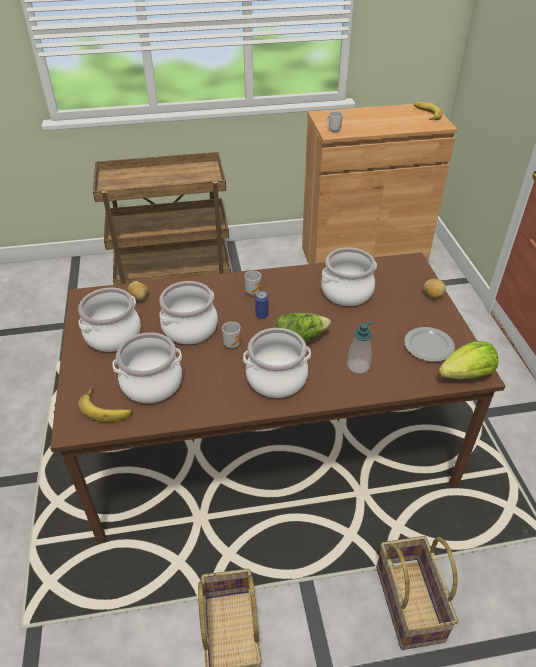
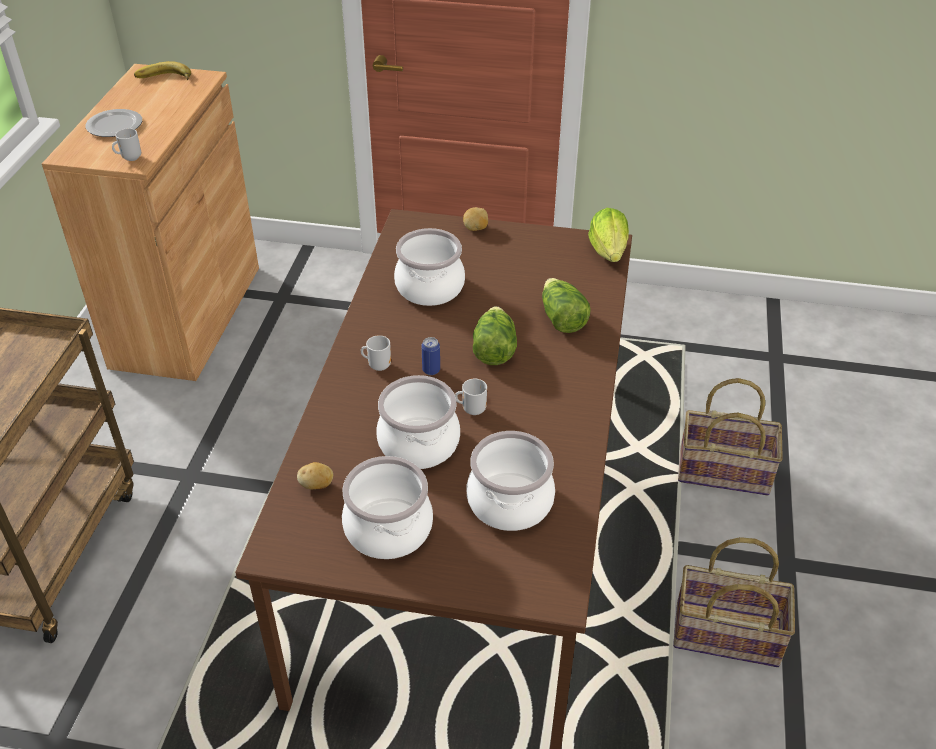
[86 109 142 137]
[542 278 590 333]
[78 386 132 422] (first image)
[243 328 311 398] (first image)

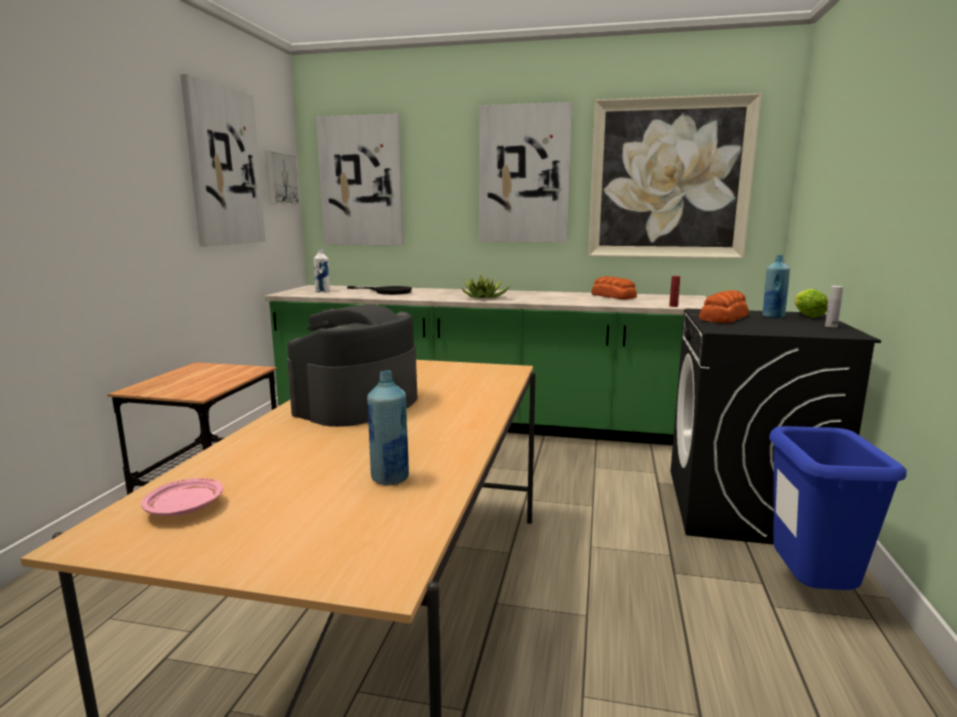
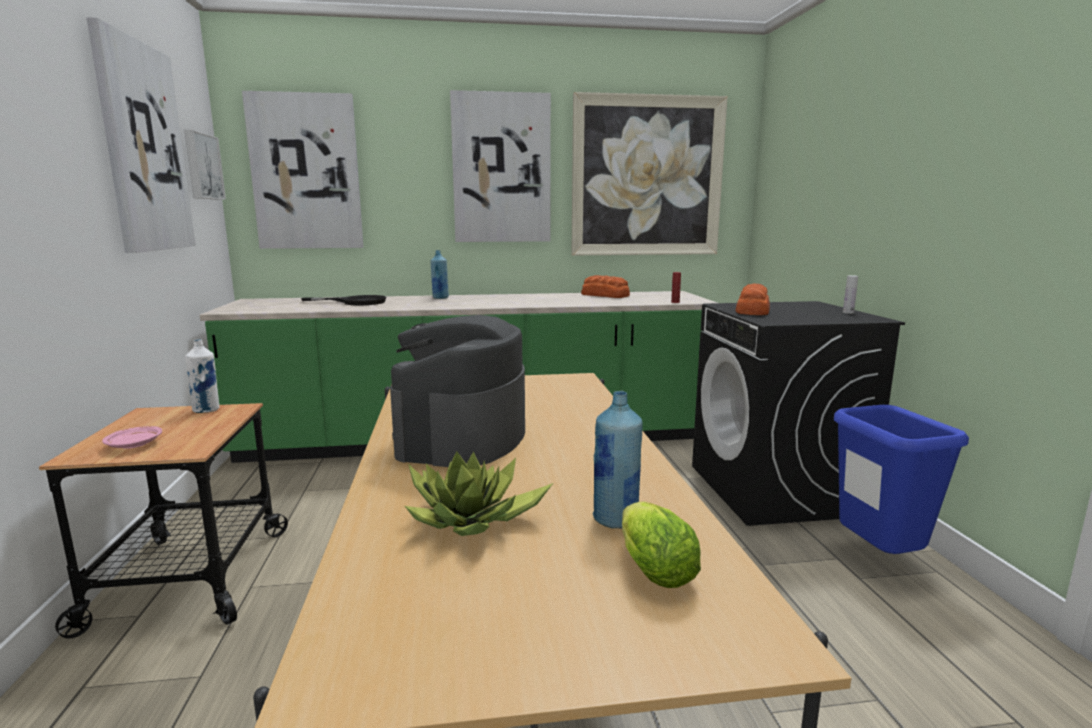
[102 426 162 449]
[185 339 220 413]
[405 451 553 536]
[430 250 449 299]
[622 501 701 588]

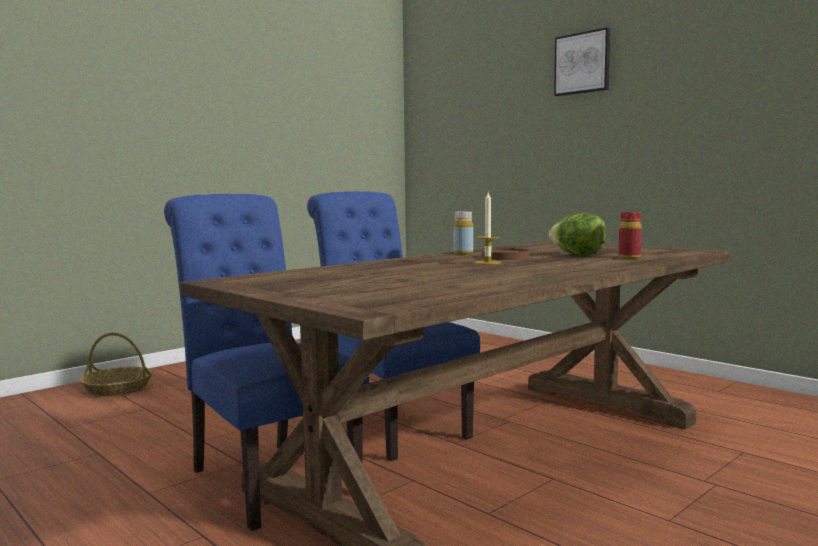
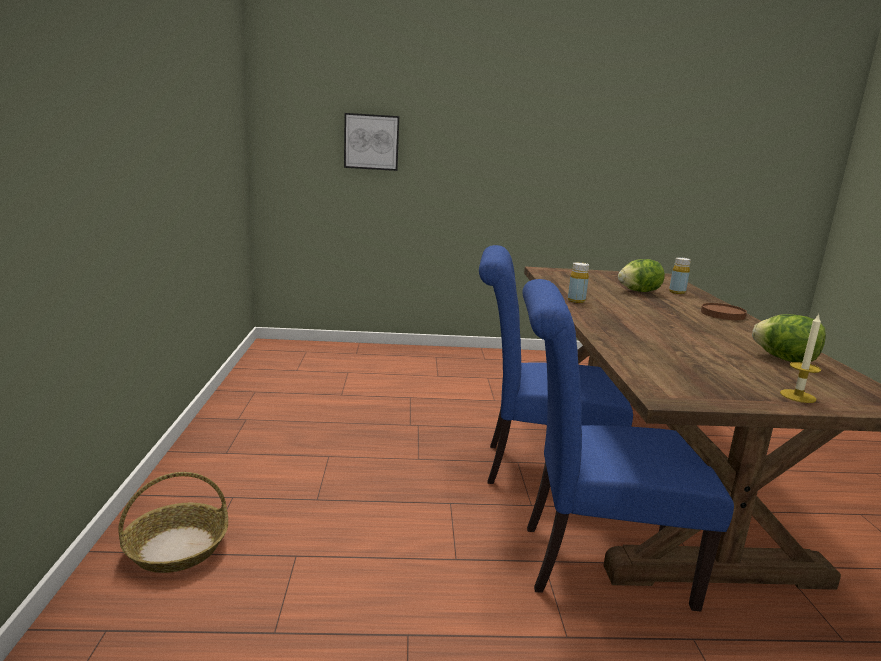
[344 113 399 171]
[669 257 691 294]
[701 303 747 320]
[752 314 826 362]
[780 314 821 403]

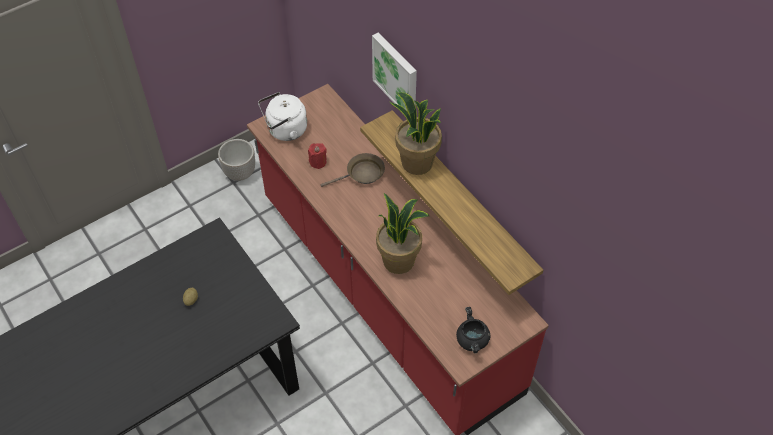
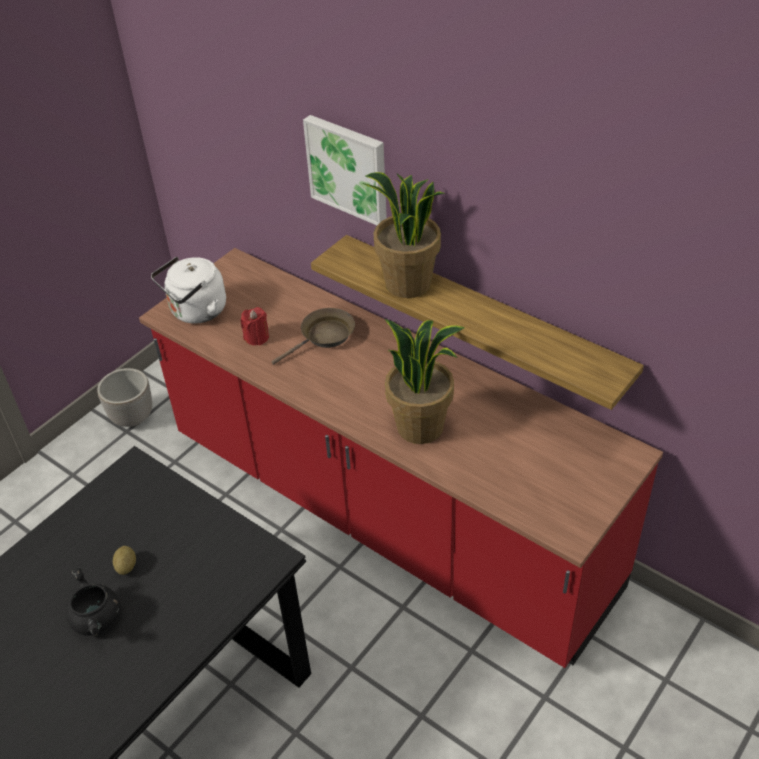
[66 568 121 636]

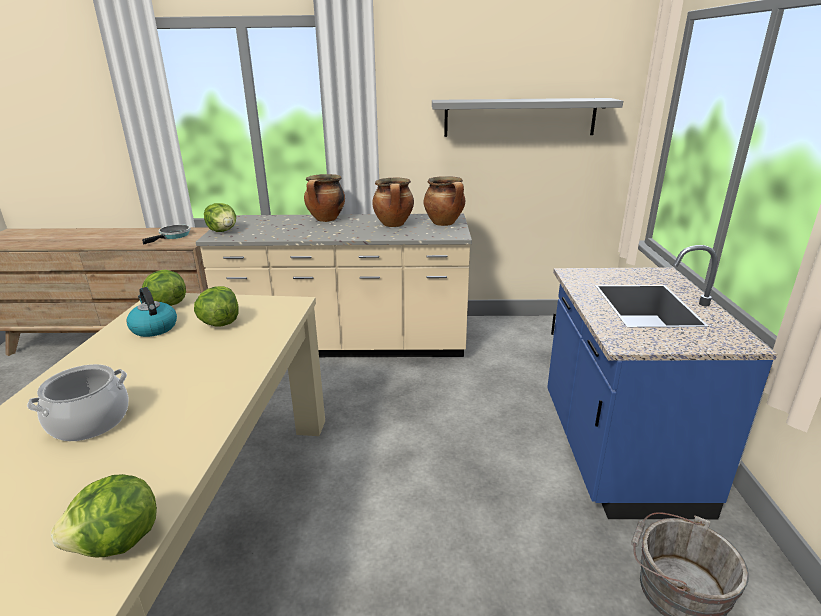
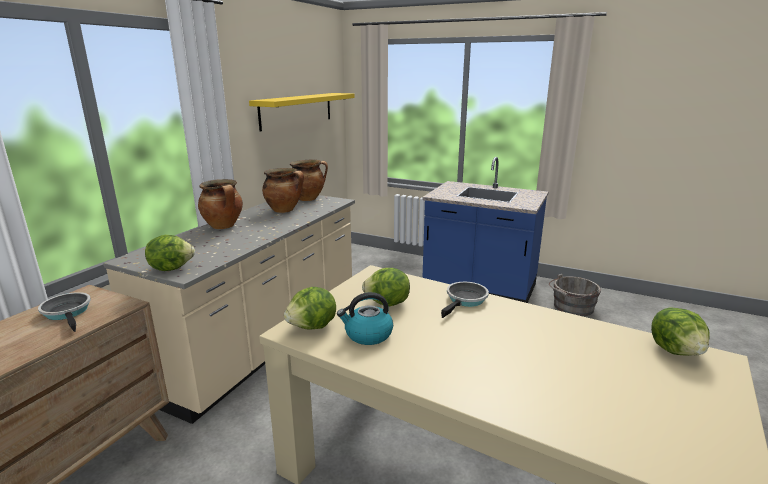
[249 93 355 132]
[441 282 489 318]
[27 364 129 441] (first image)

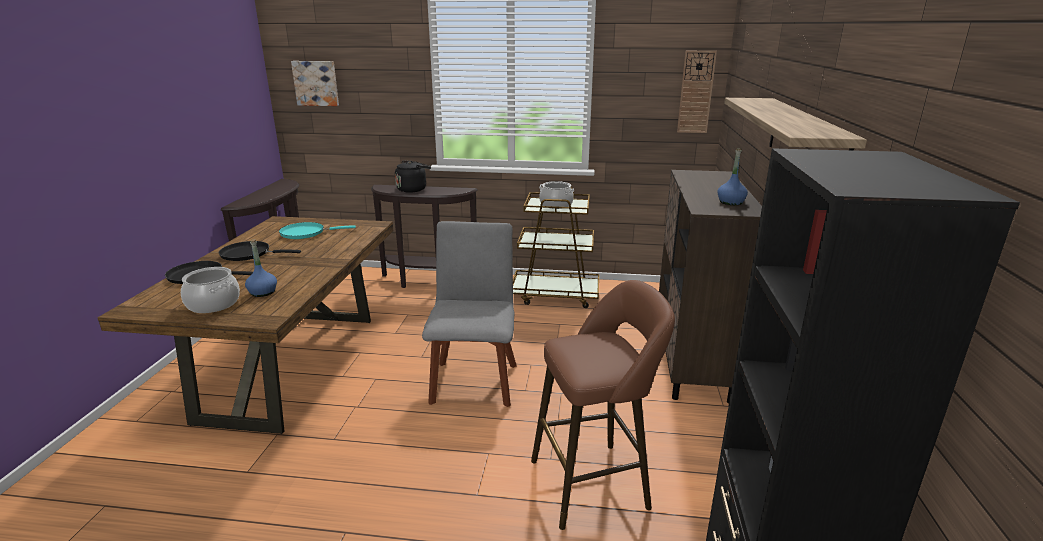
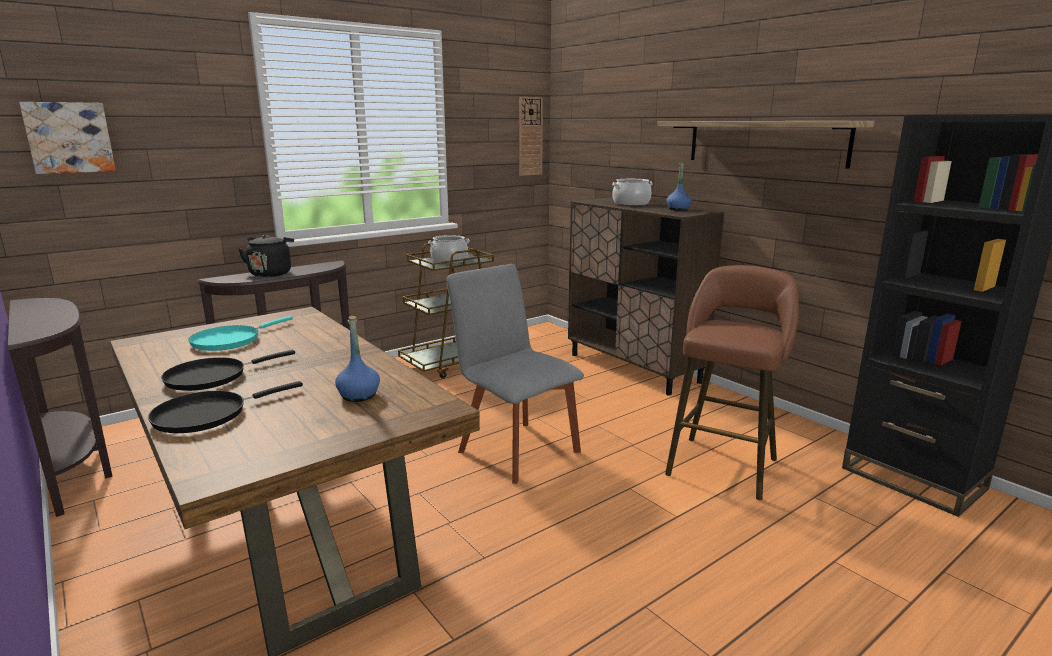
[612 179 653 206]

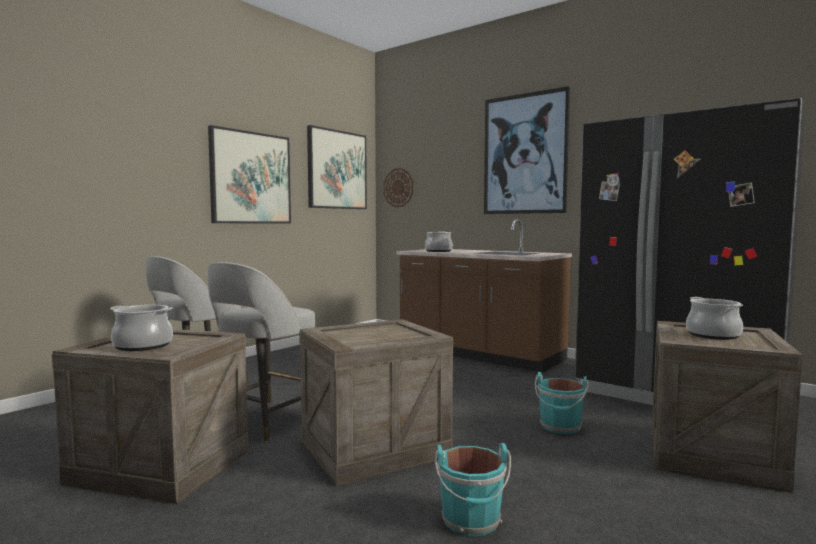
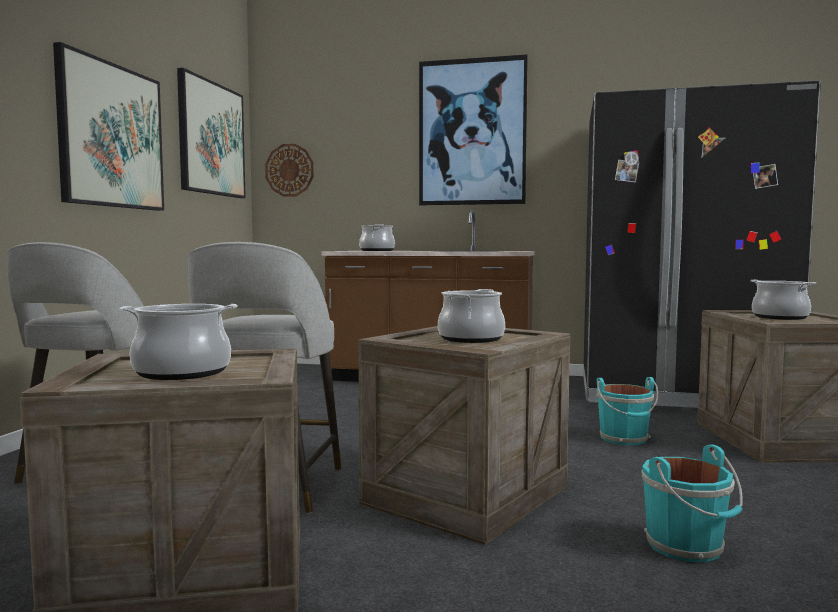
[438 289 505 343]

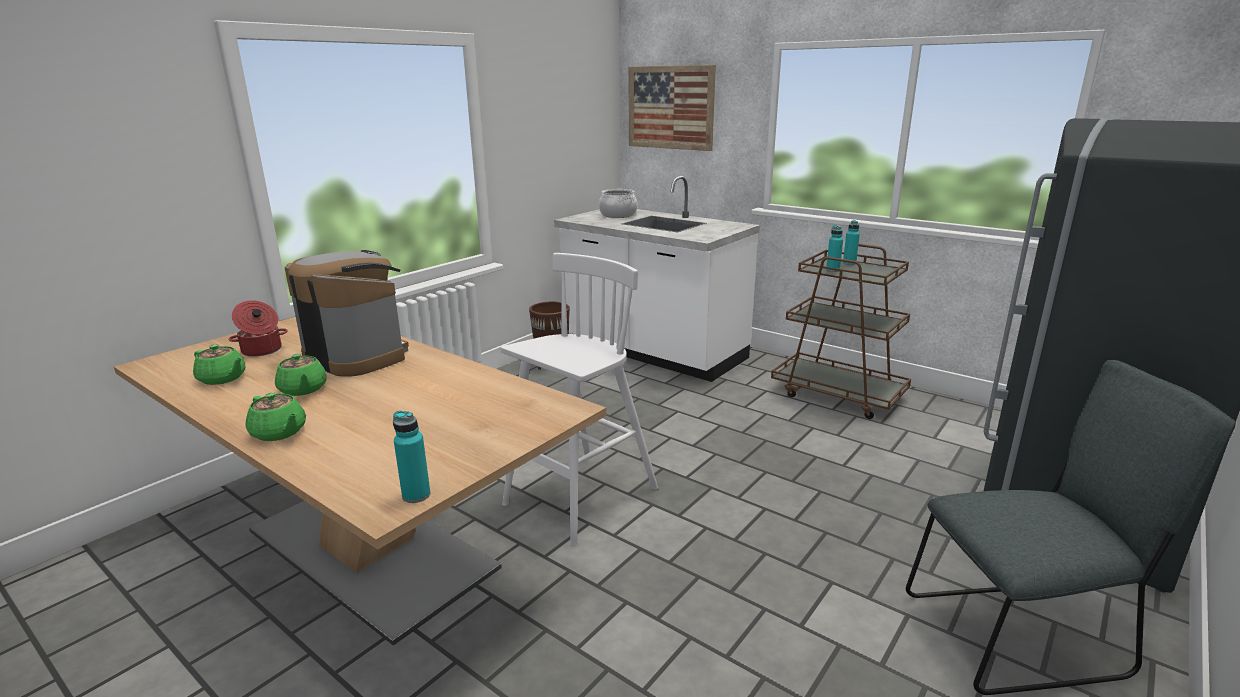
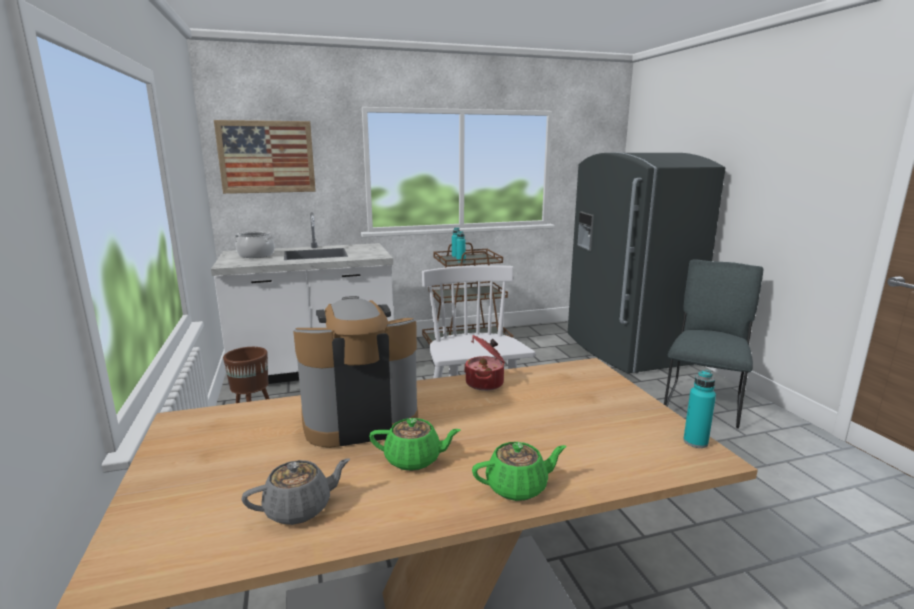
[241 458 350 525]
[464 335 505 391]

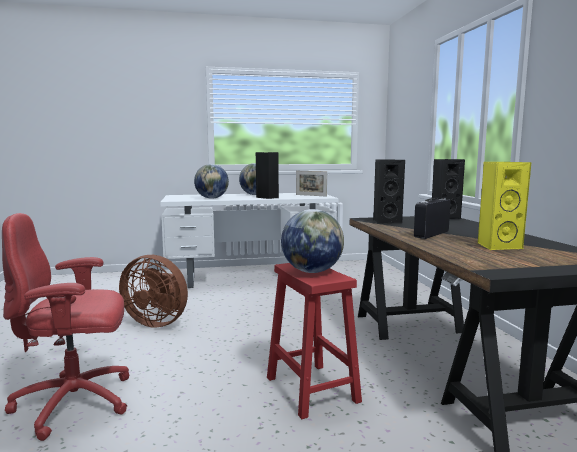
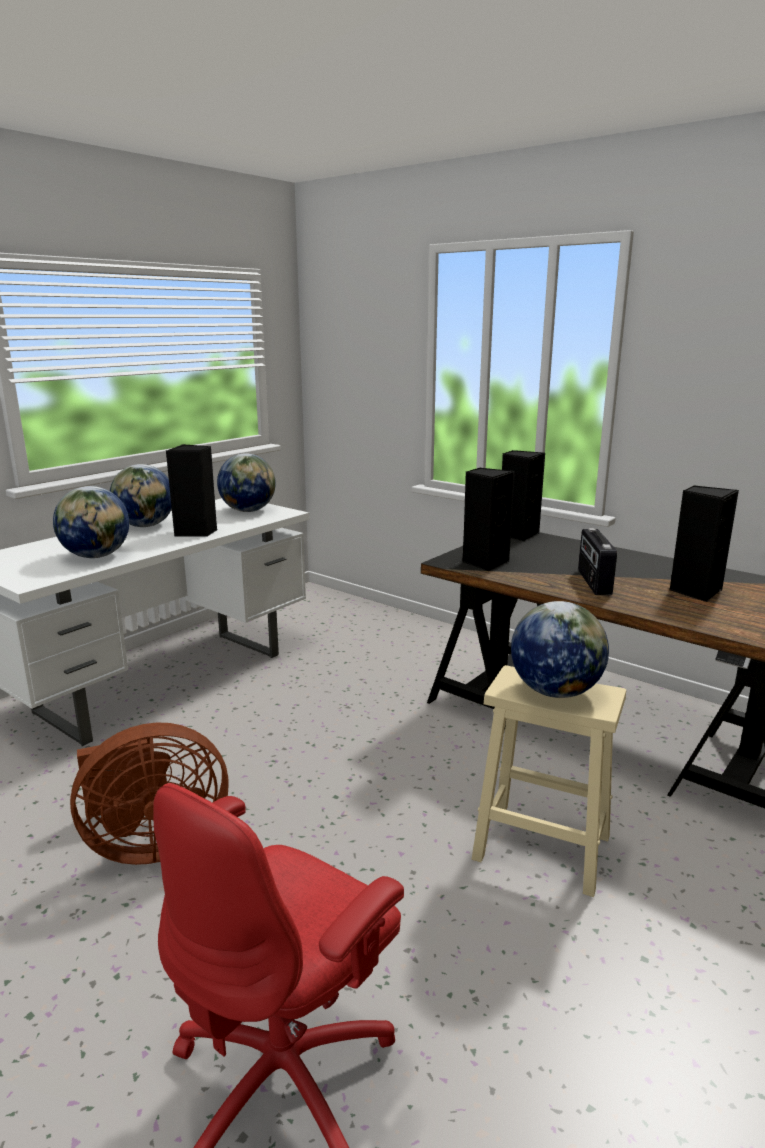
[217 453 276 512]
[472 665 626 897]
[670 486 739 602]

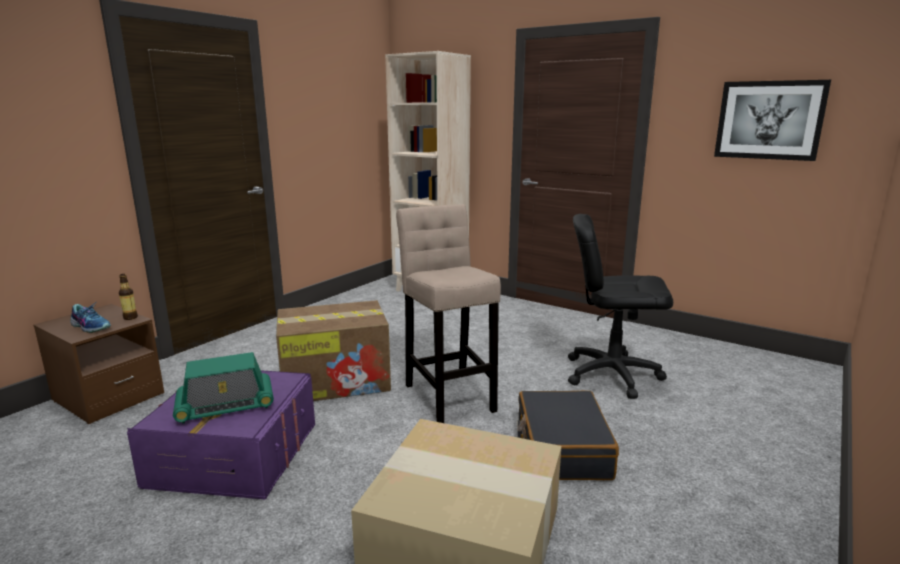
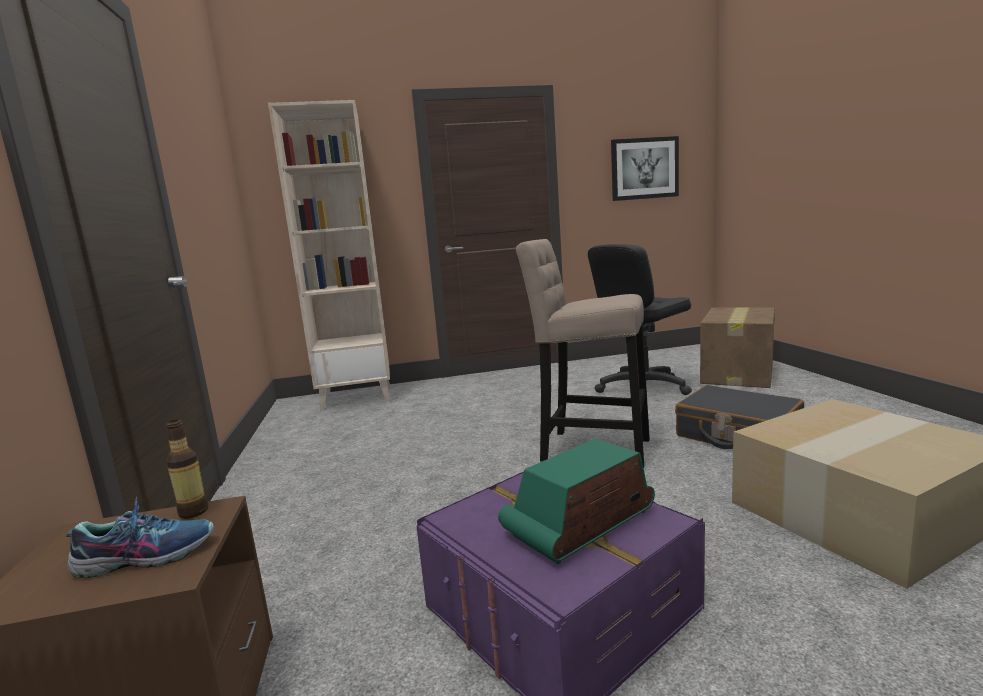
[498 439 655 564]
[700 308 775 388]

